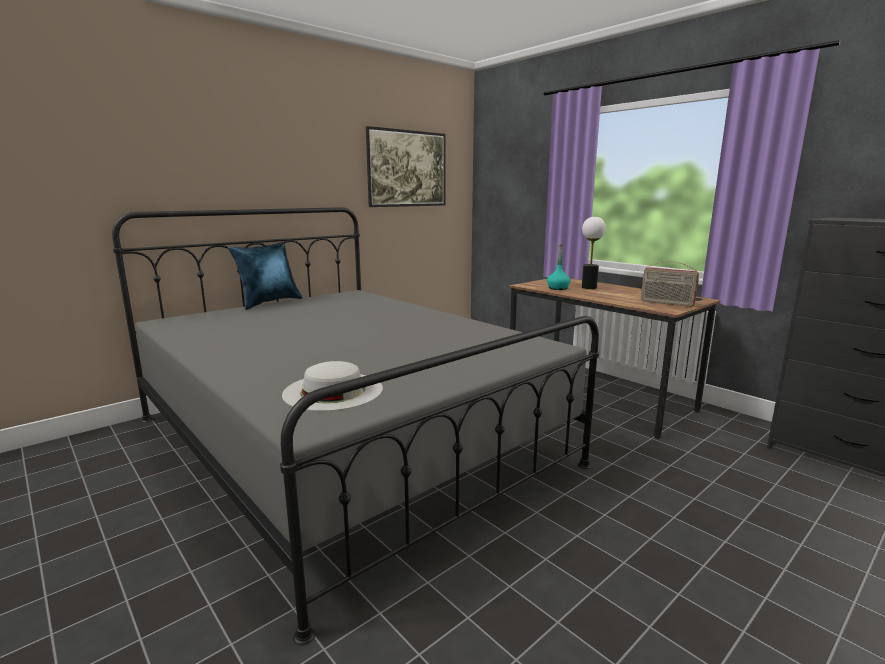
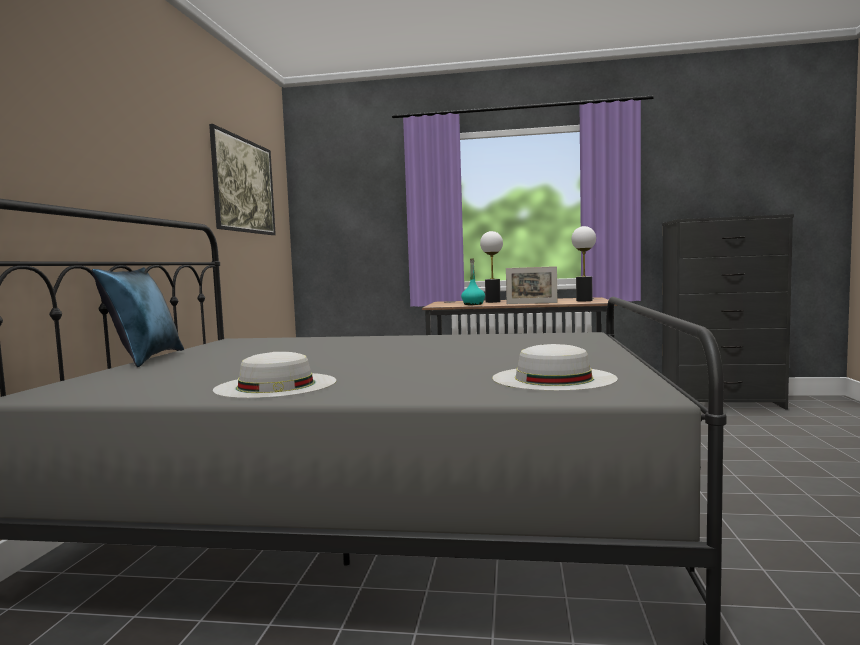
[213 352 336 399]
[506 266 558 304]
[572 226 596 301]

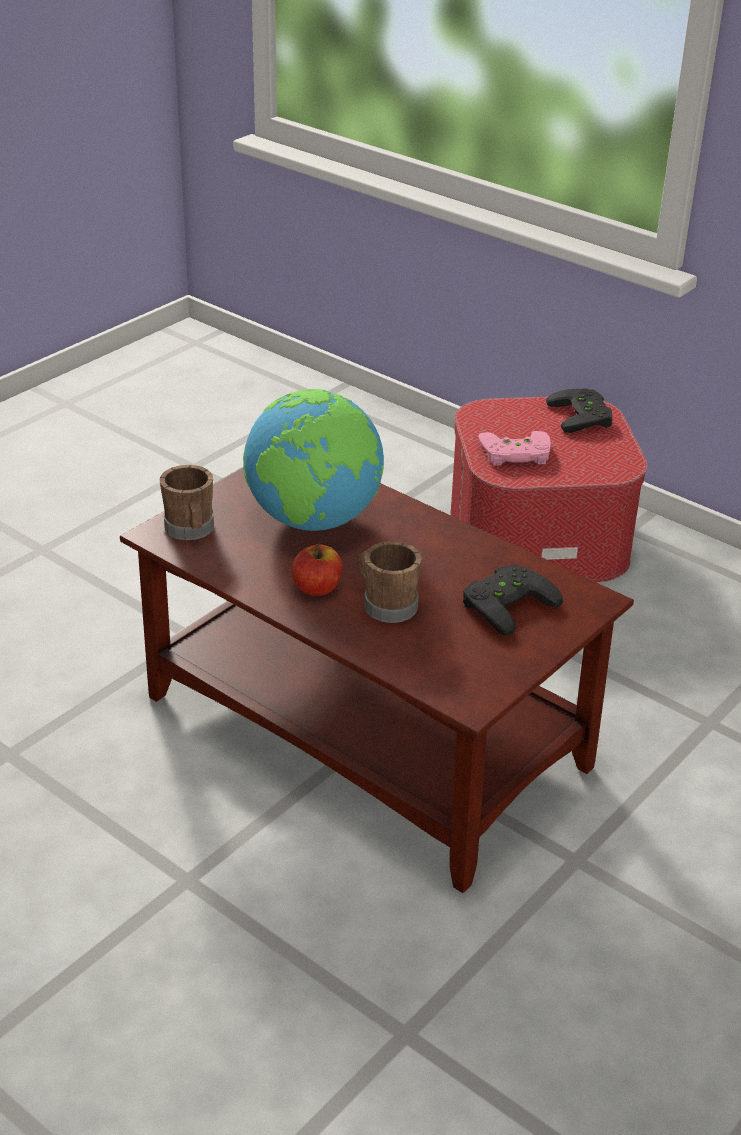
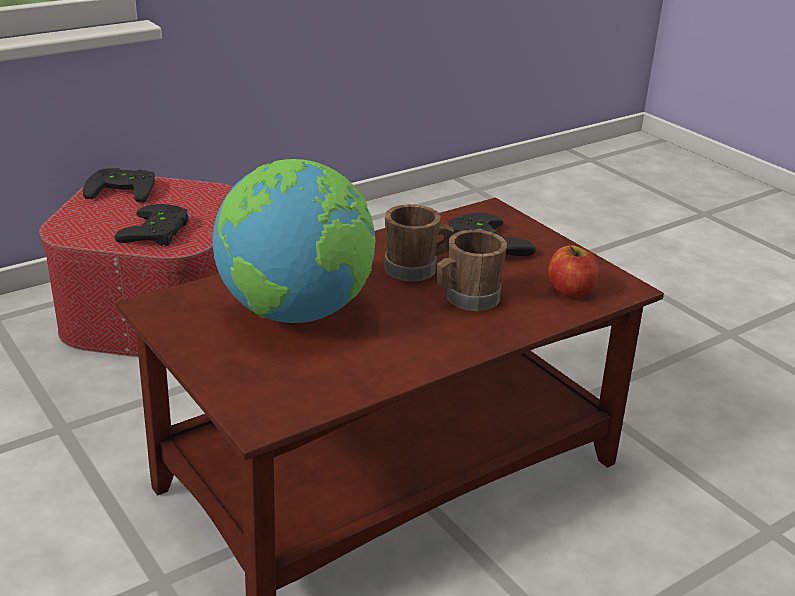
[114 204 189 246]
[384 204 454 282]
[548 245 599 297]

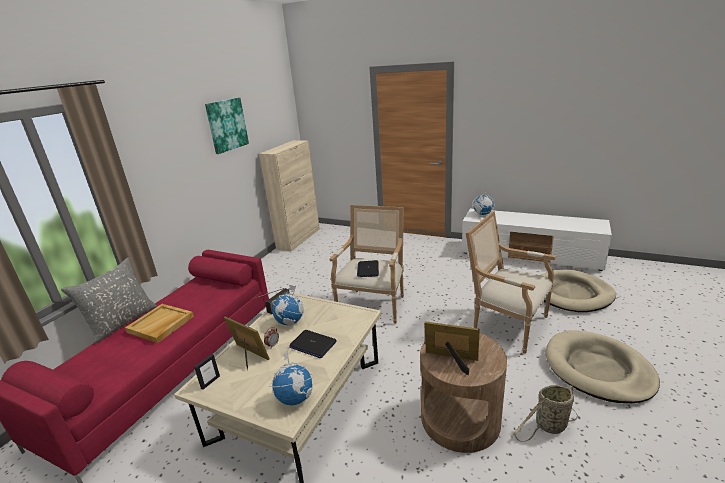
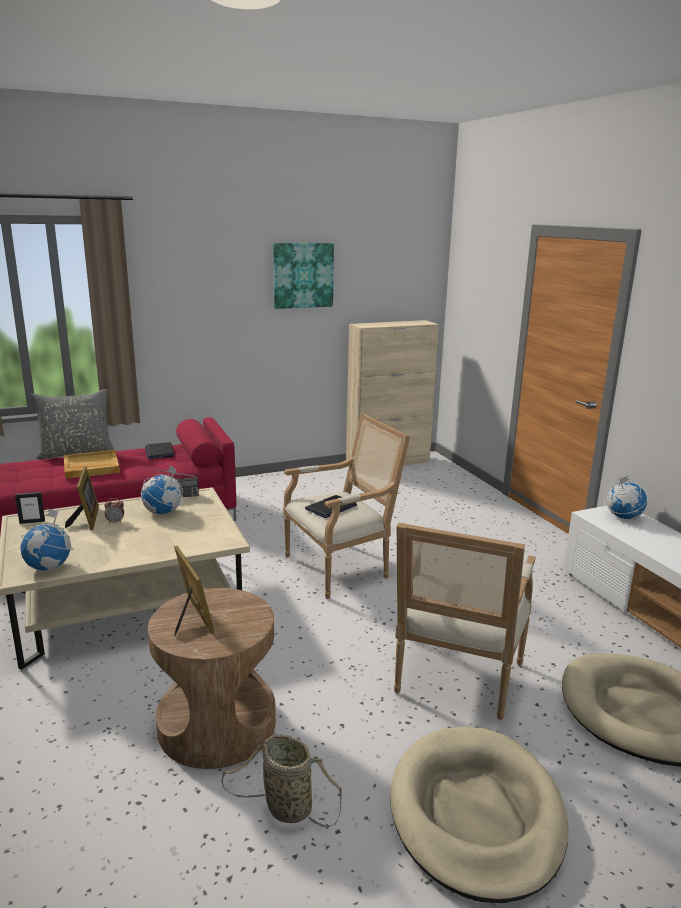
[145 442 175 459]
[394 523 536 720]

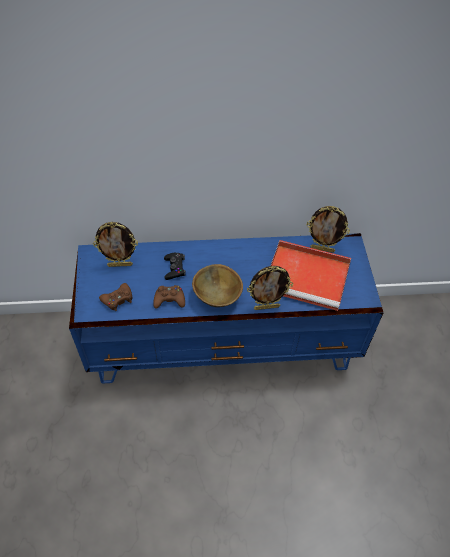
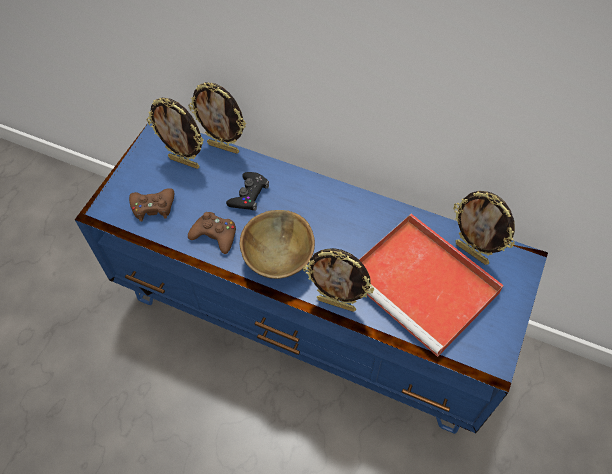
[188 82 246 154]

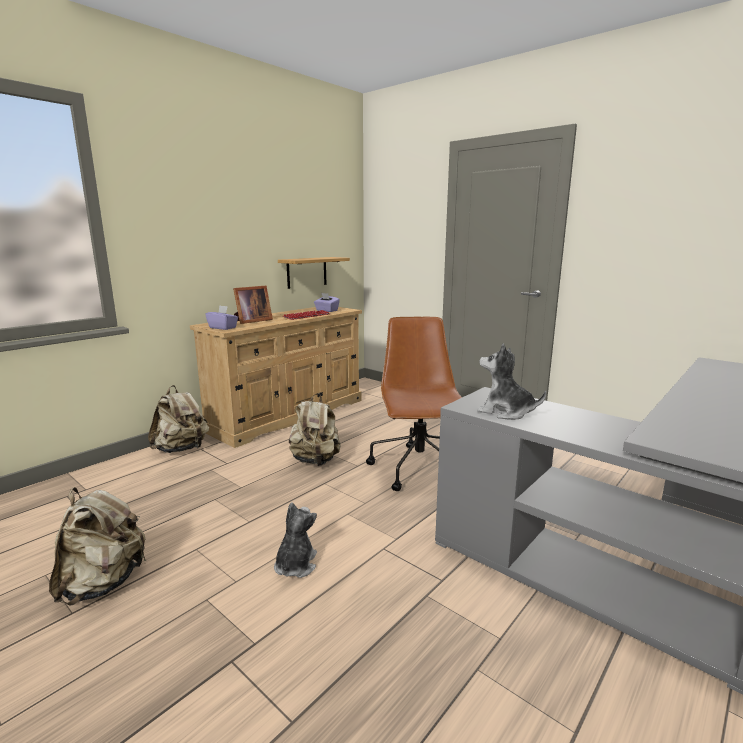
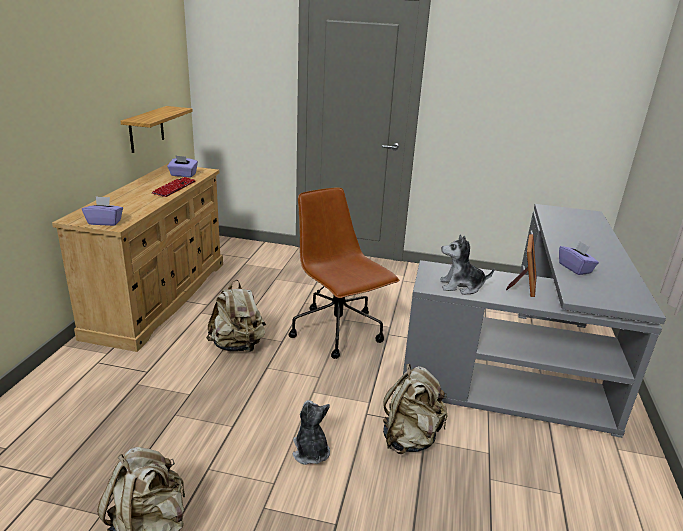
[383 364 447 454]
[506 234 537 297]
[559 241 599 275]

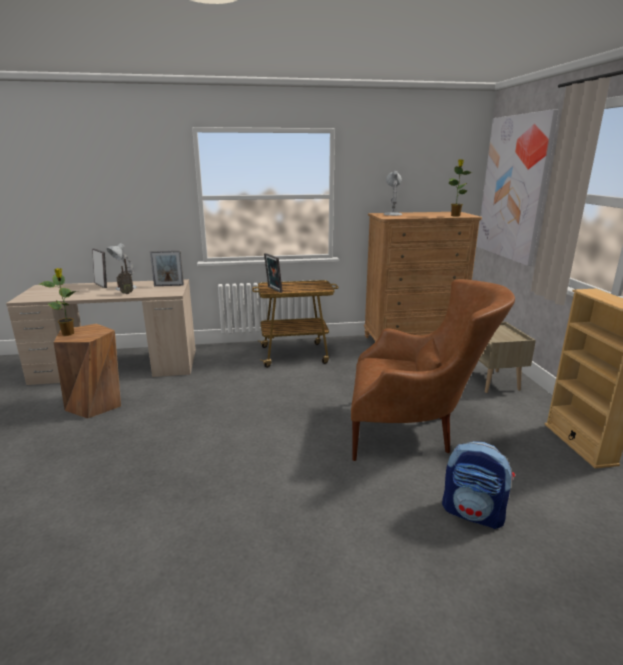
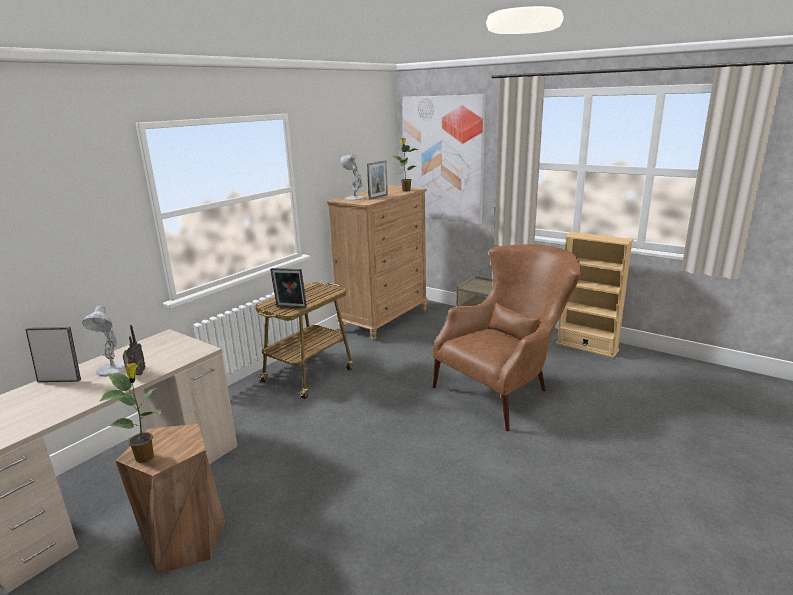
[367 160 388 199]
[442 441 515 529] (first image)

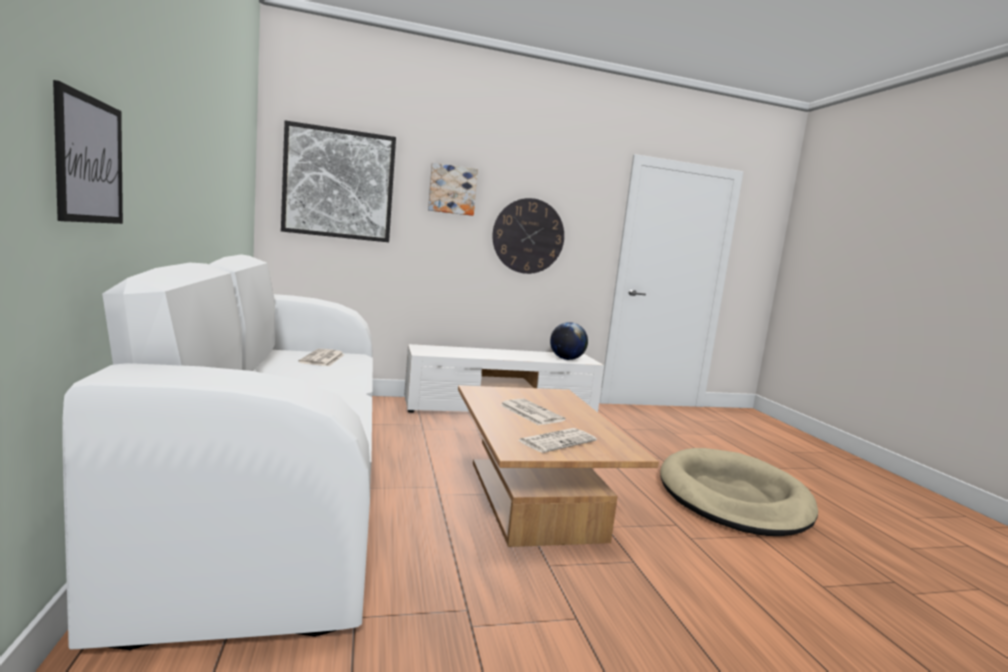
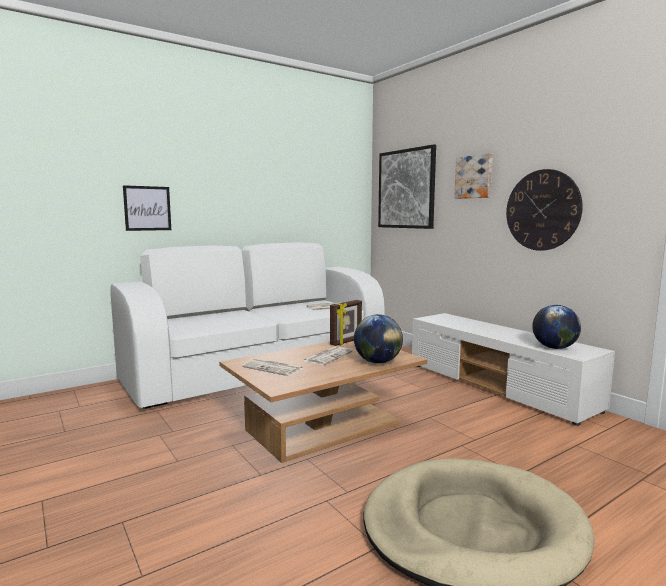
[330 300 362 346]
[354 314 403 364]

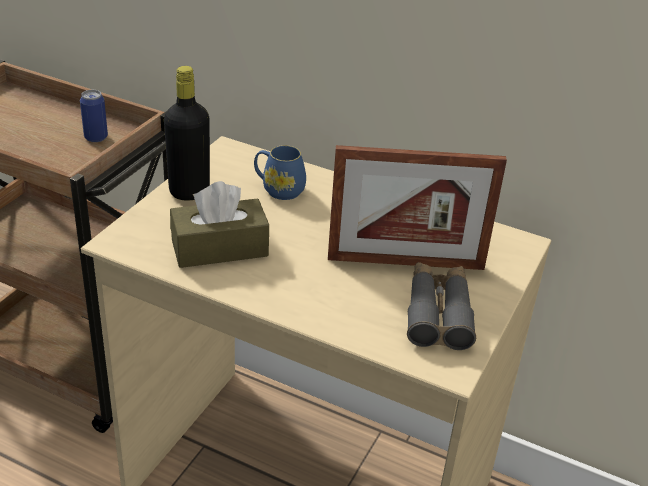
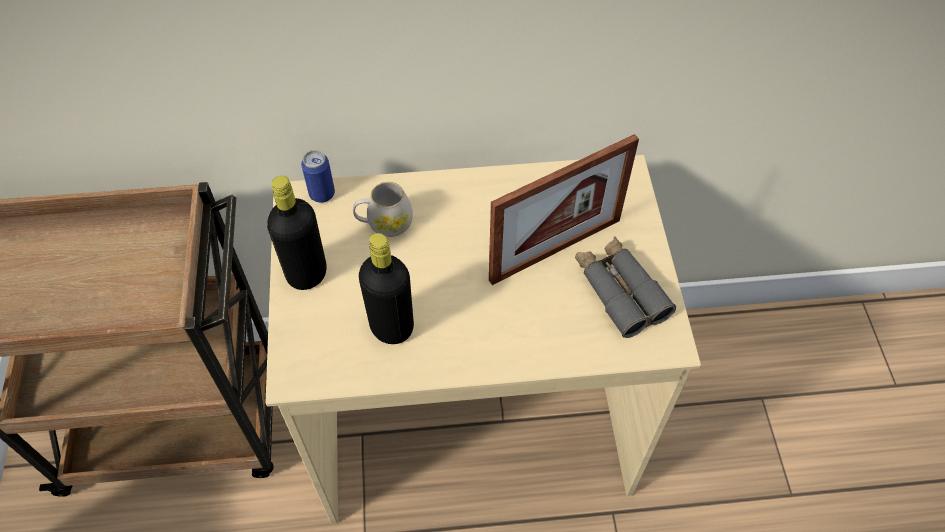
[301 150 335 203]
[353 182 413 237]
[359 233 414 344]

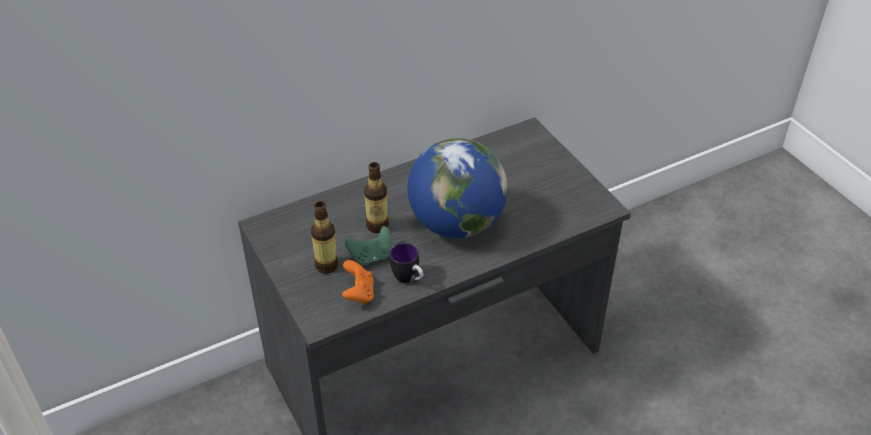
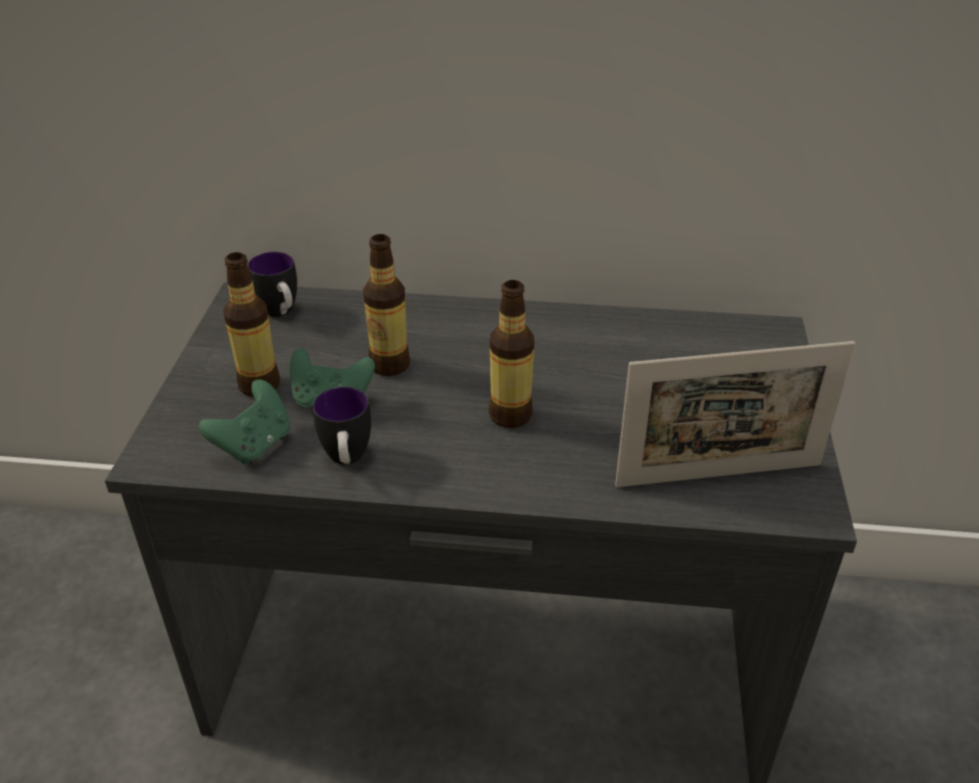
[198 380 290 464]
[248 252 297 317]
[489 280 534 428]
[615 341 856 487]

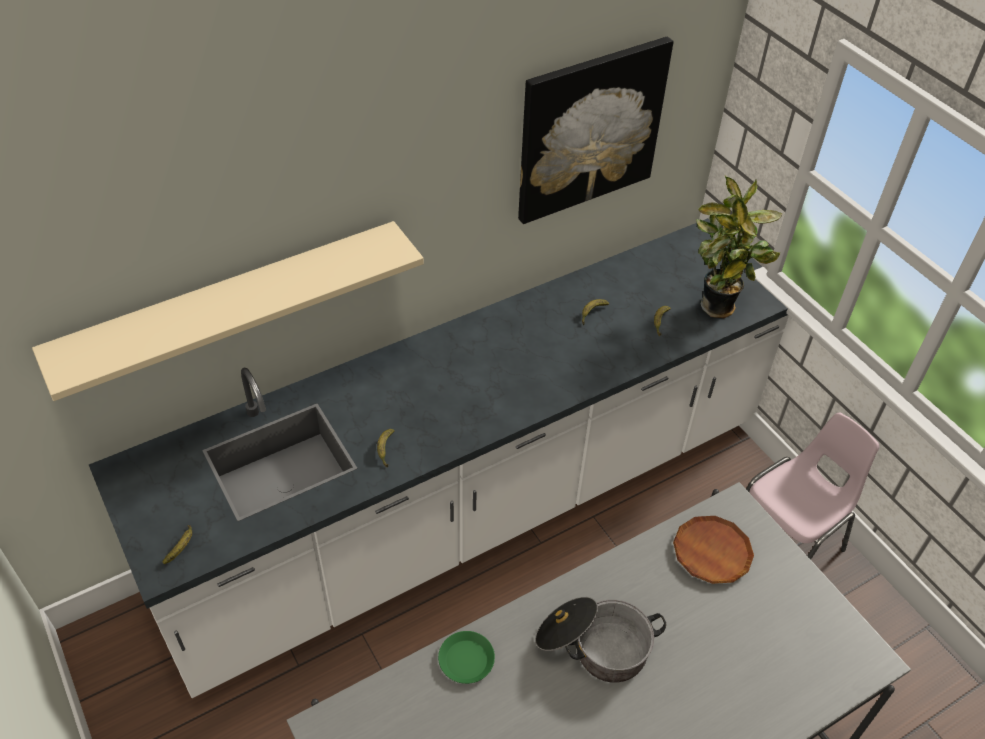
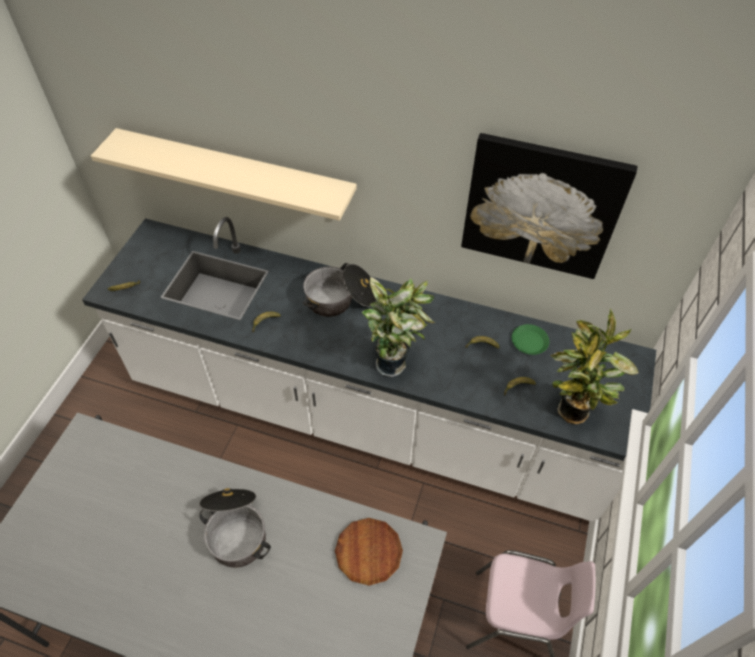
[303 263 377 317]
[362 277 435 377]
[512 324 549 355]

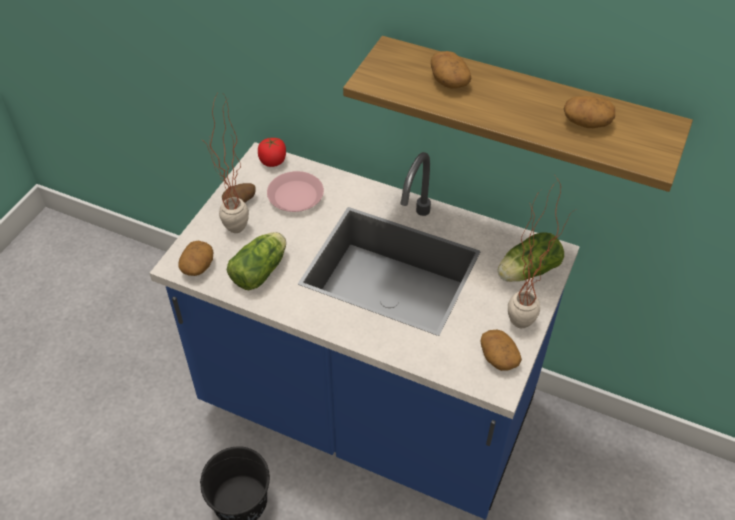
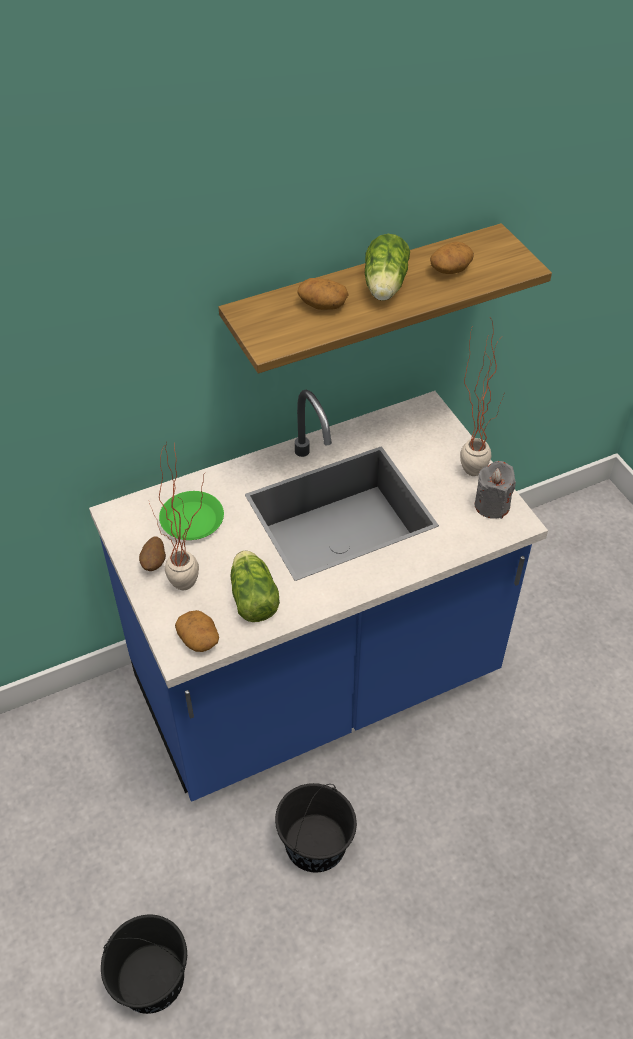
[101 914 187 1014]
[159 491 224 540]
[365 234 410 301]
[475 461 516 519]
[258 137 286 167] (first image)

